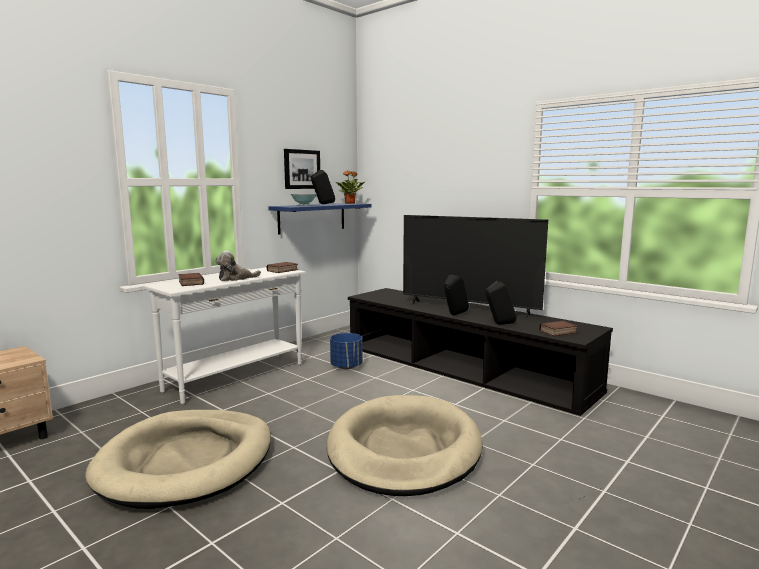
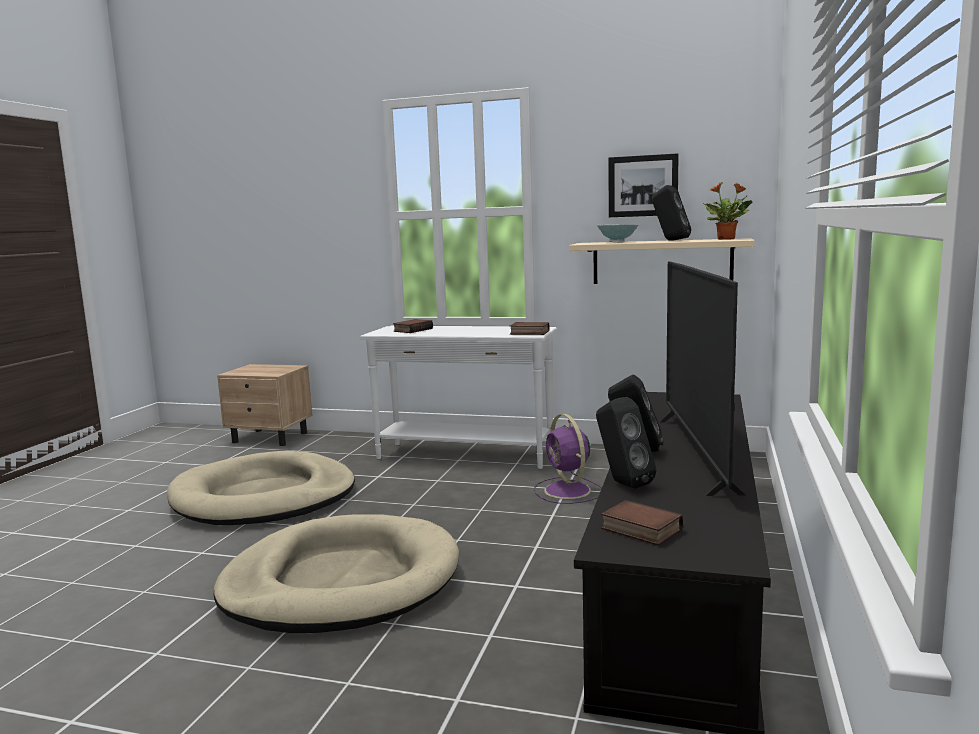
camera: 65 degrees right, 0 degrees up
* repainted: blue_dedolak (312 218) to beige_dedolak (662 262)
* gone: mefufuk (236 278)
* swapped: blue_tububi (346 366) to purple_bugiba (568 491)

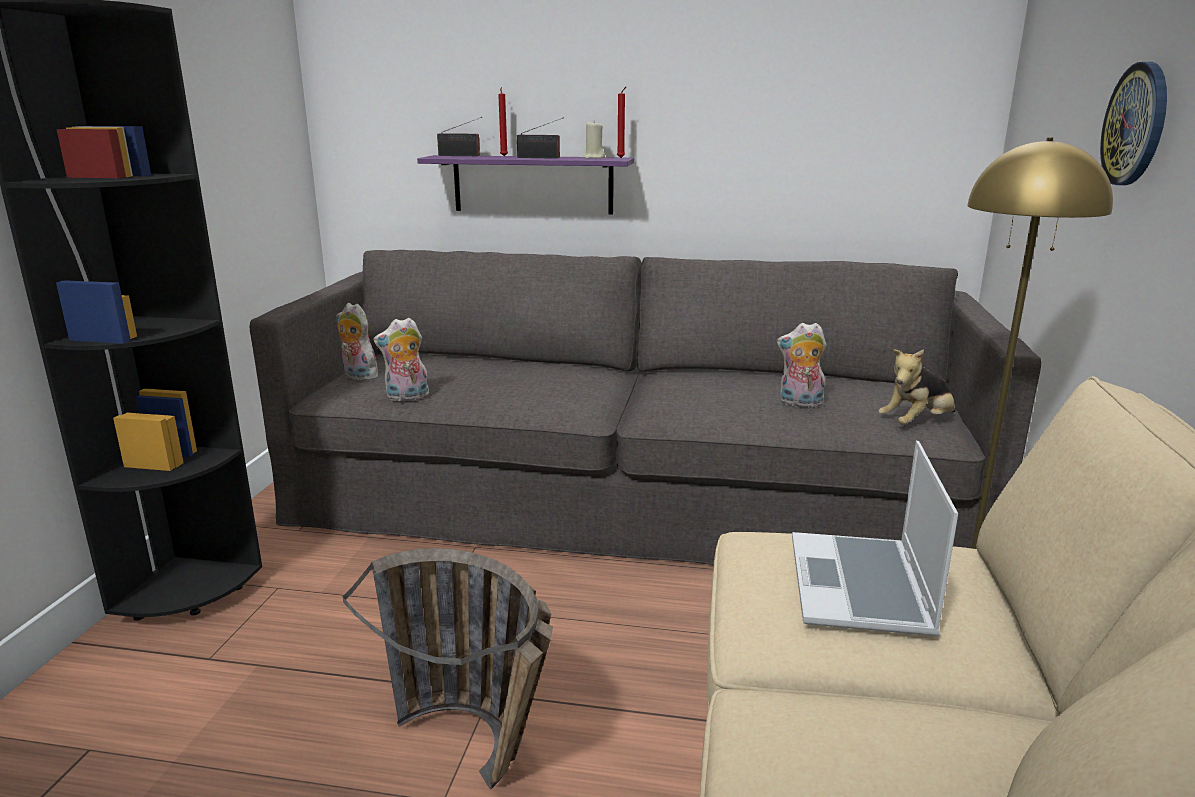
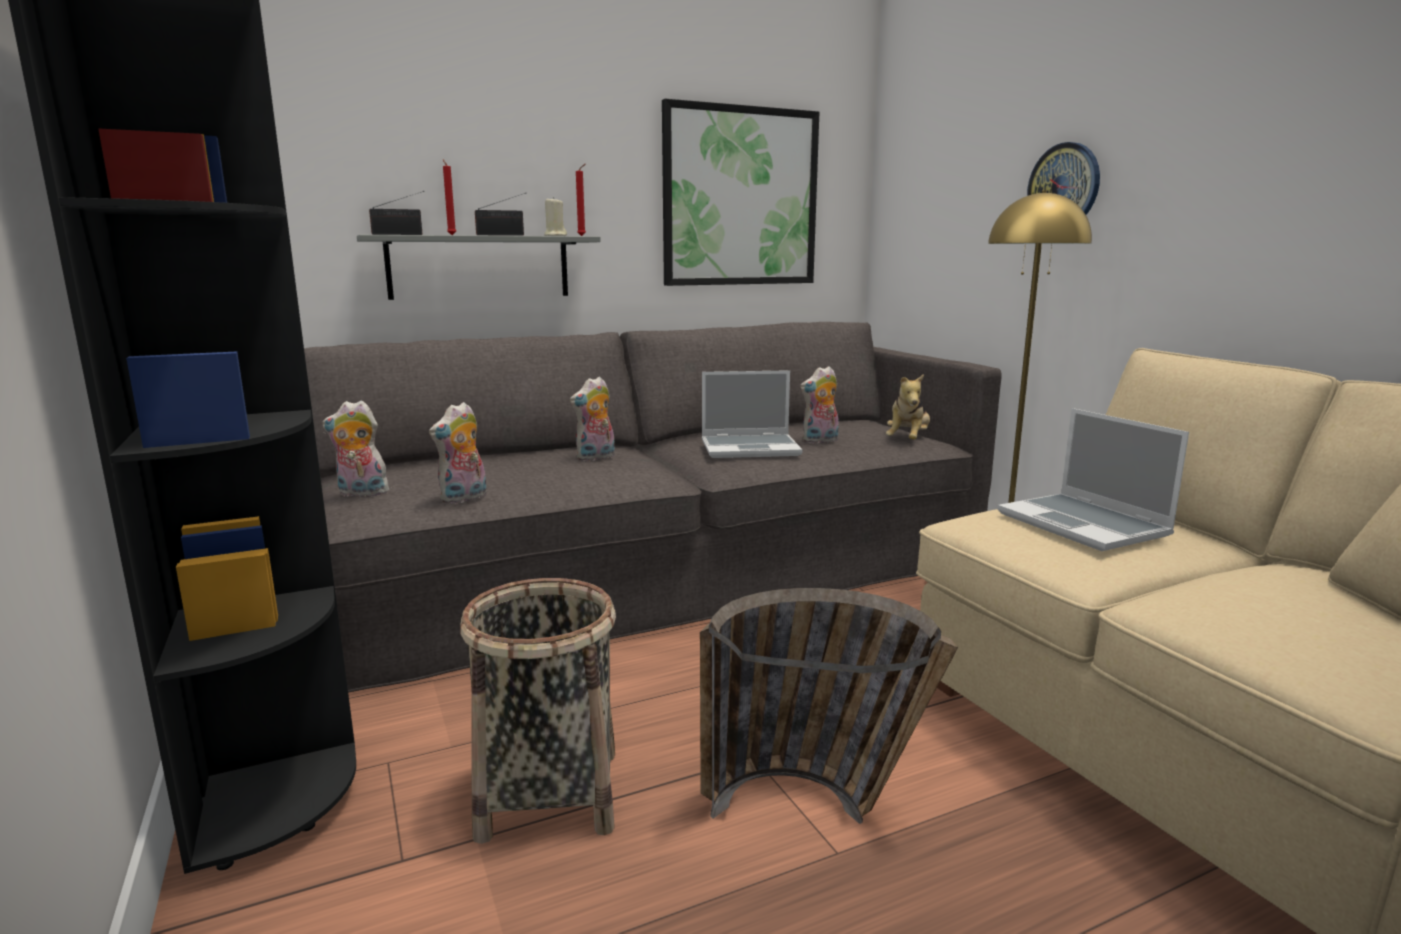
camera: 35 degrees left, 5 degrees down
* repainted: purple_dedolak (533 184) to grey_dedolak (479 267)
* new: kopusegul (740 197)
* new: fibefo (751 448)
* new: mefufuk (596 458)
* new: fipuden (548 794)

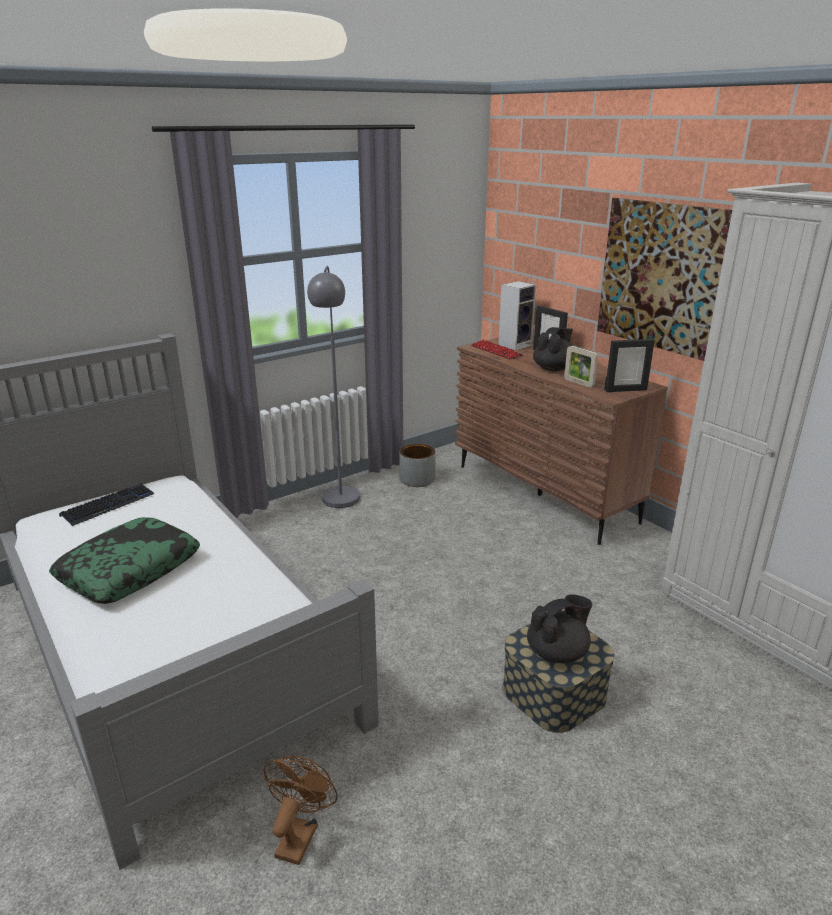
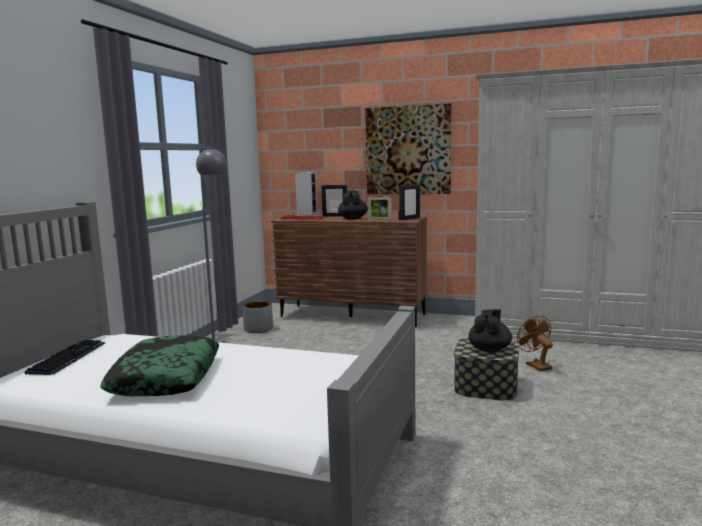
camera: 35 degrees left, 15 degrees down
* shifted: brown_bugiba (299 834) to (535 365)

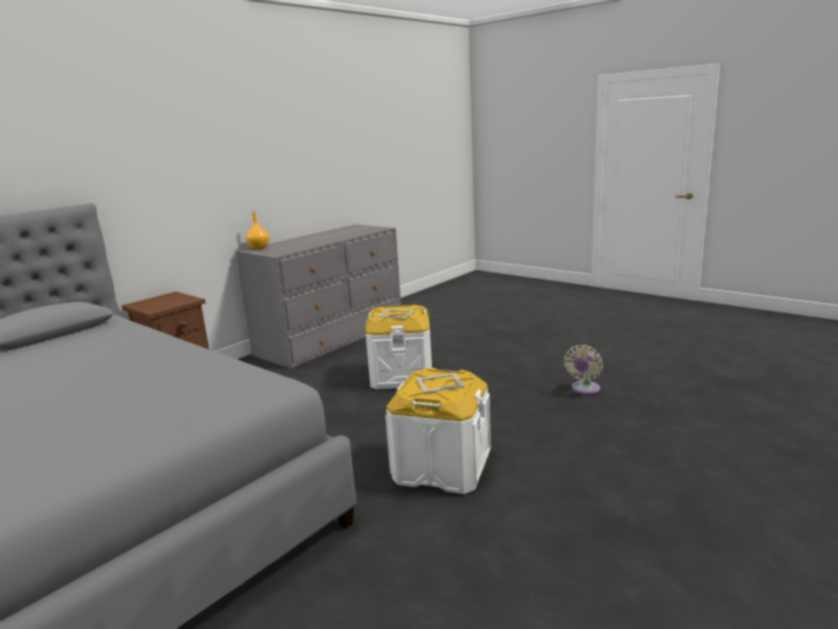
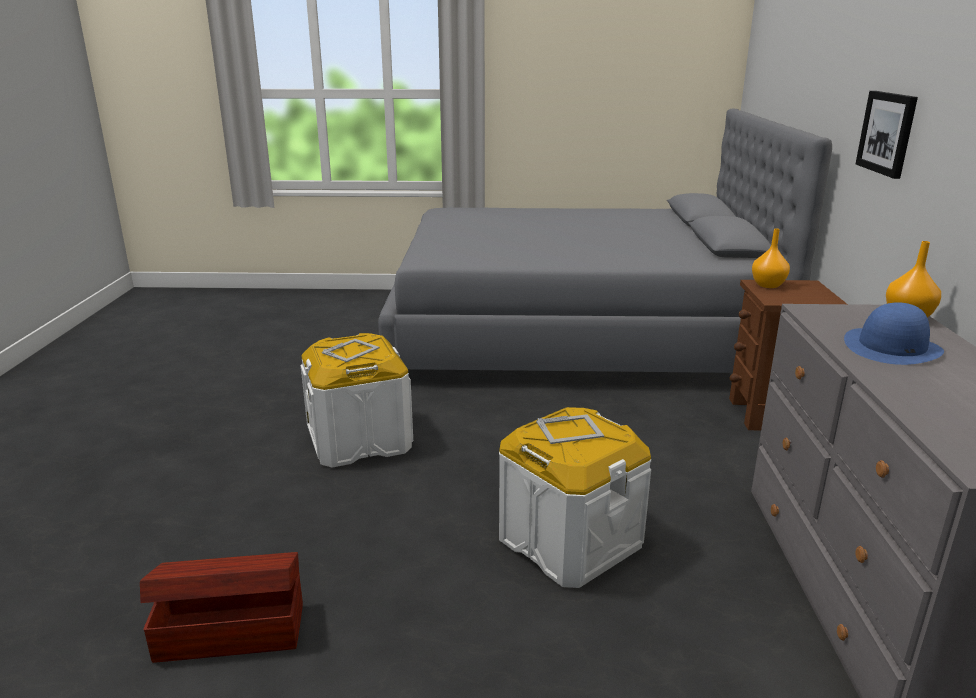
camera: 140 degrees right, 5 degrees up
* swapped: beige_bugiba (584 389) to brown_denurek (230 630)
* new: kopusegul (887 133)
* new: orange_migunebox (768 285)
* new: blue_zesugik (892 347)

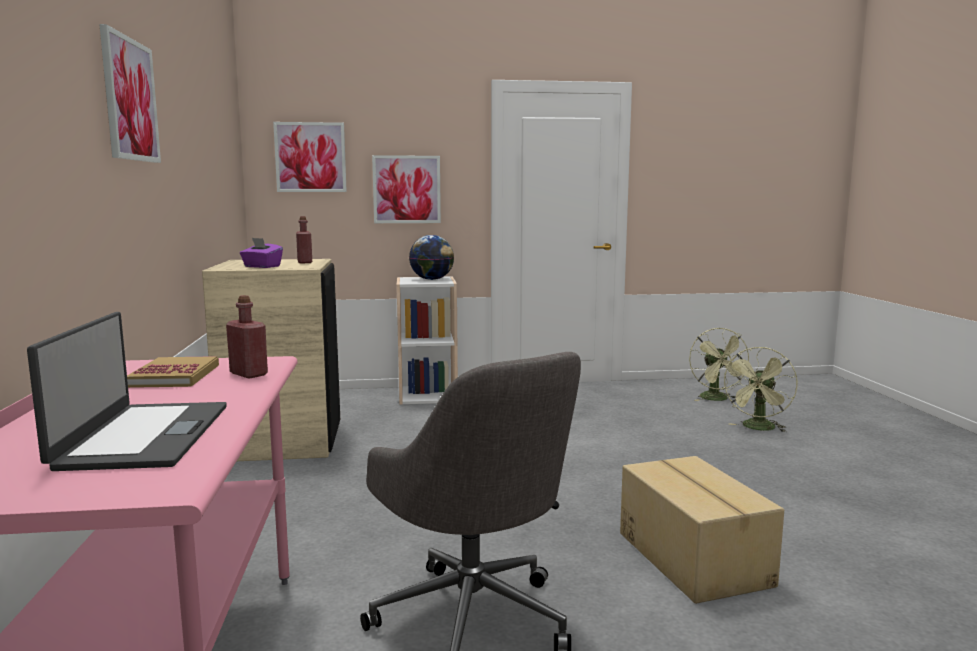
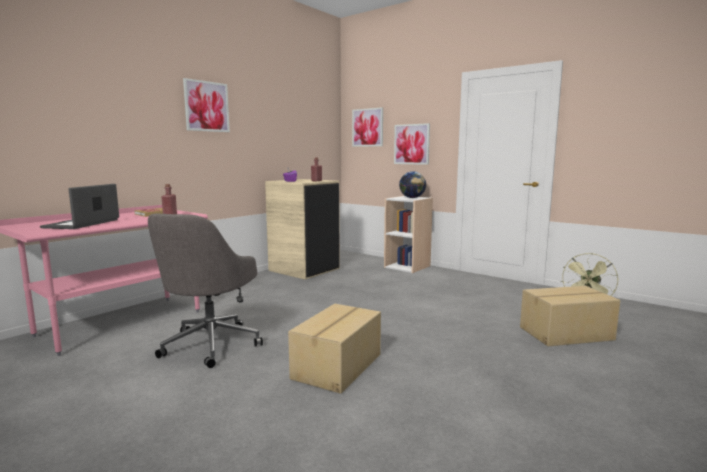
camera: 45 degrees right, 0 degrees up
* rotated: fibefo (143 436) = (83 224) 150 degrees clockwise
* swapped: green_bugiba (758 428) to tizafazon (567 334)

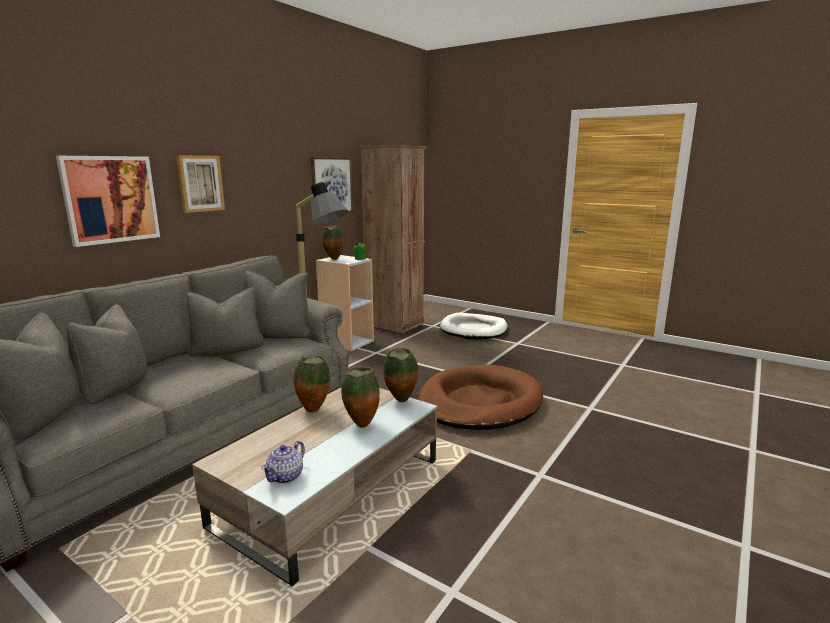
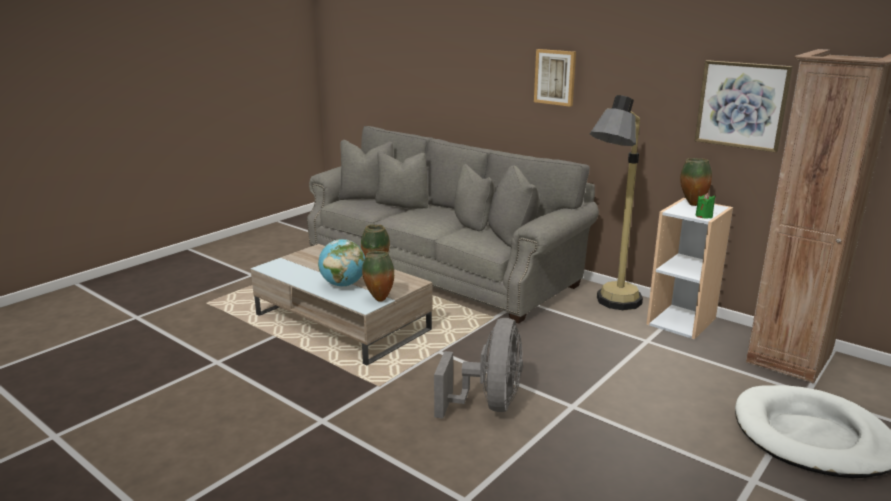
camera: 95 degrees right, 5 degrees up
* gone: kopusegul (110 199)
* swapped: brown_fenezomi (479 402) to grey_bugiba (488 404)
* swapped: migunebox (361 424) to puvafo (343 284)
* gone: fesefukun (286 476)

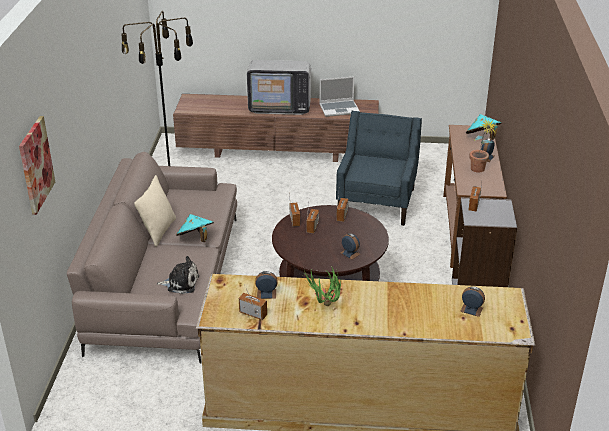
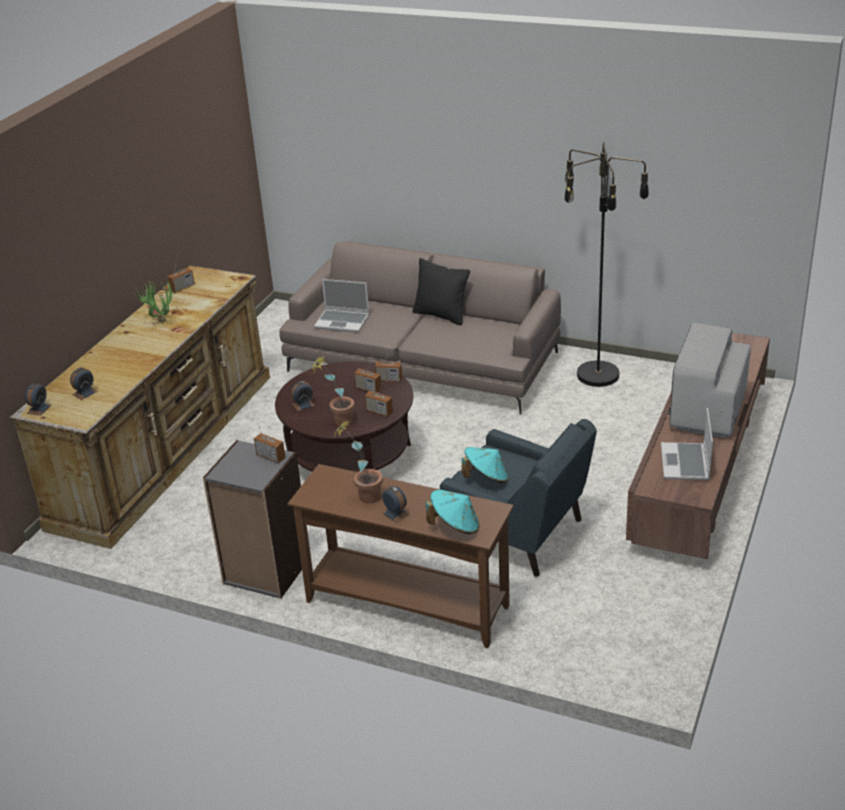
camera: 110 degrees right, 0 degrees up
* gone: kopusegul (35 164)
* repainted: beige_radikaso (158 231) to black_radikaso (441 315)
* shifted: turquoise_zesugik (195 239) to (486 478)
* swapped: mefufuk (181 283) to fibefo (343 321)
* shifted: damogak (266 293) to (39 409)
* new: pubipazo (337 422)

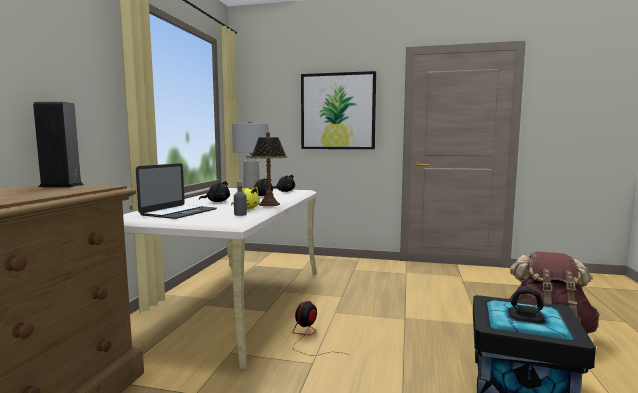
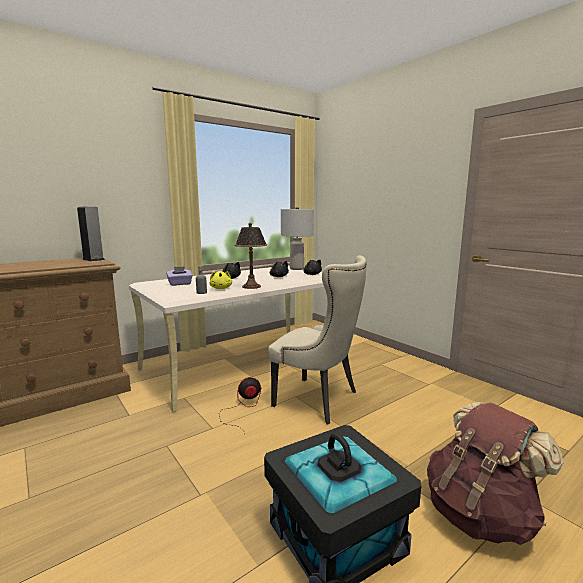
camera: 40 degrees right, 5 degrees up
* gone: kopusegul (338 111)
* swapped: fibefo (179 212) to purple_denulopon (180 284)
* new: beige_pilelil (318 400)

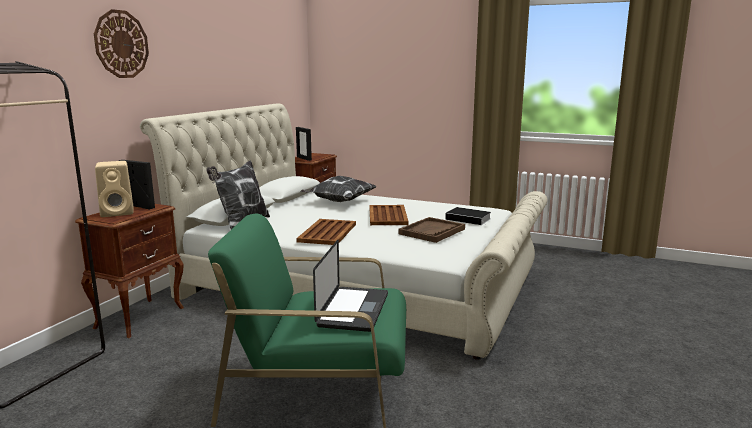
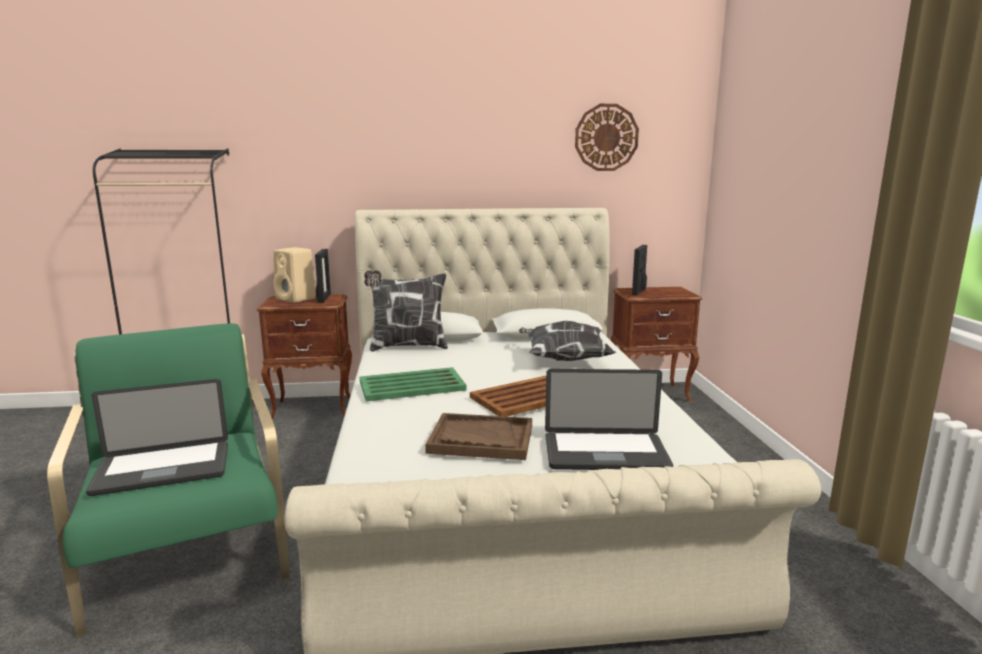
camera: 60 degrees right, 0 degrees up
* shifted: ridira (121 44) to (606 137)
* swapped: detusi (469 219) to fibefo (605 453)
* repainted: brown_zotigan (328 232) to green_zotigan (413 385)

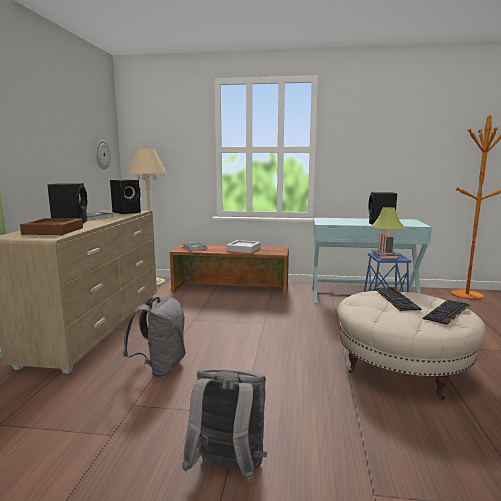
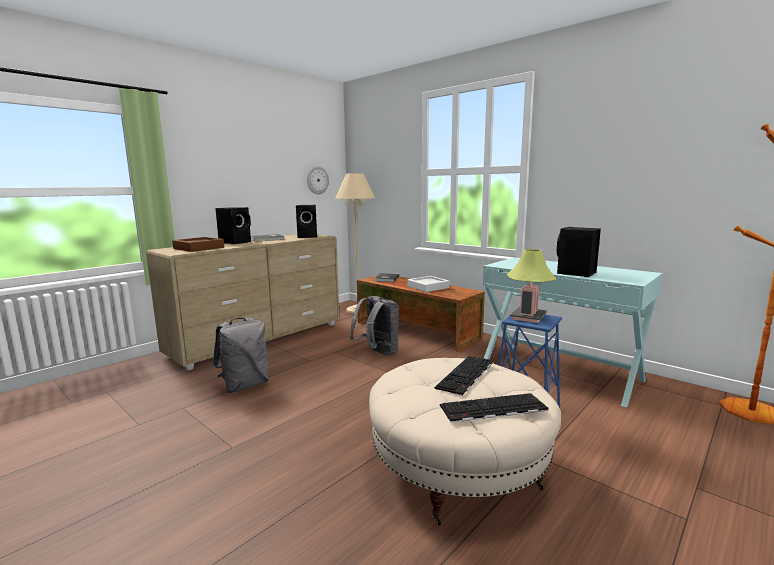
camera: 35 degrees right, 0 degrees up
* shifted: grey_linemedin (228 470) to (377 353)

